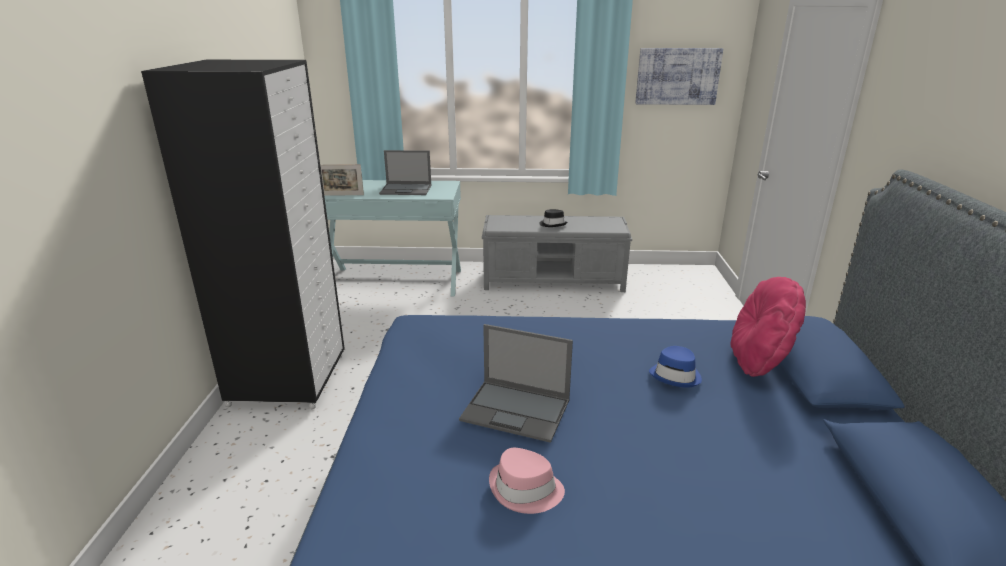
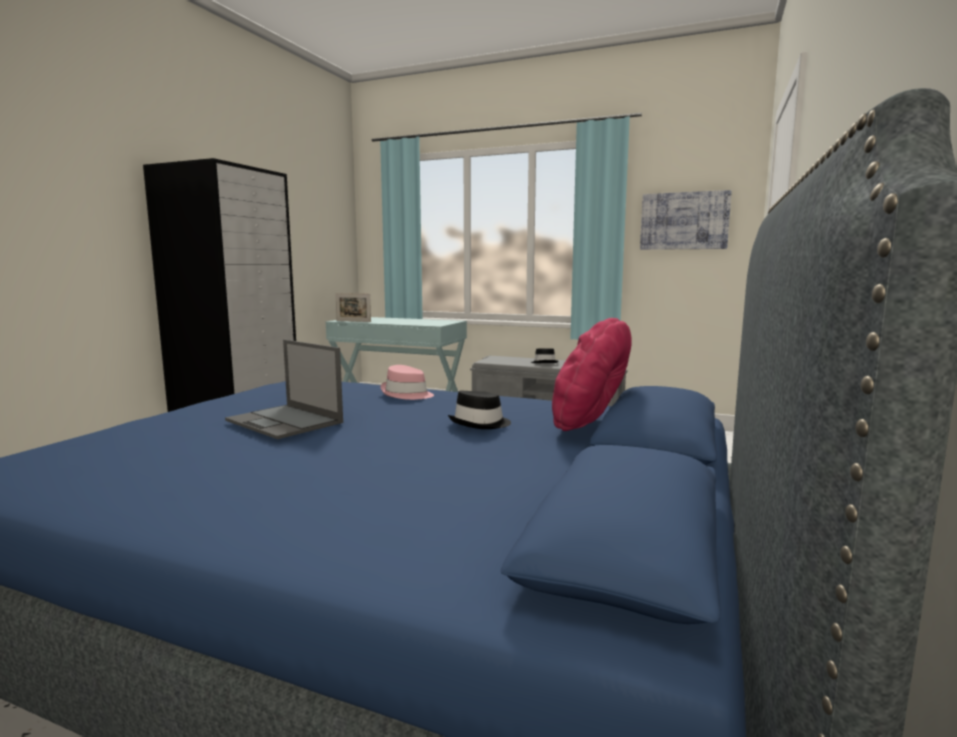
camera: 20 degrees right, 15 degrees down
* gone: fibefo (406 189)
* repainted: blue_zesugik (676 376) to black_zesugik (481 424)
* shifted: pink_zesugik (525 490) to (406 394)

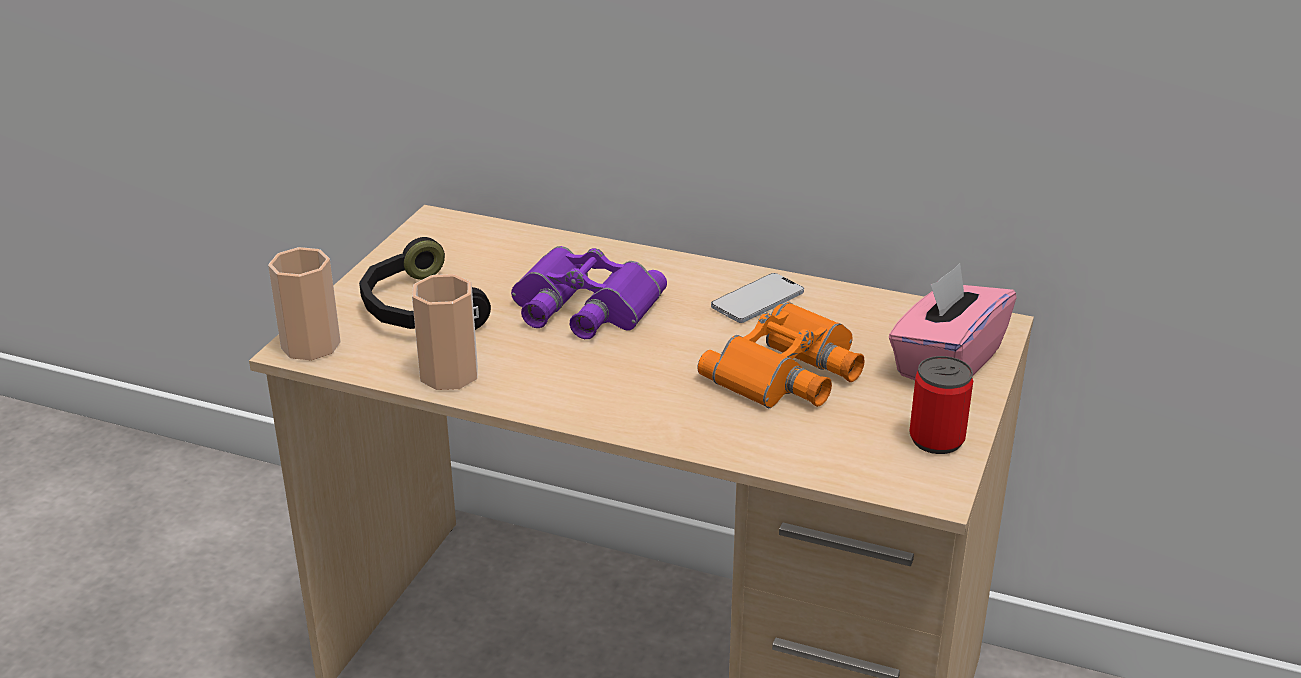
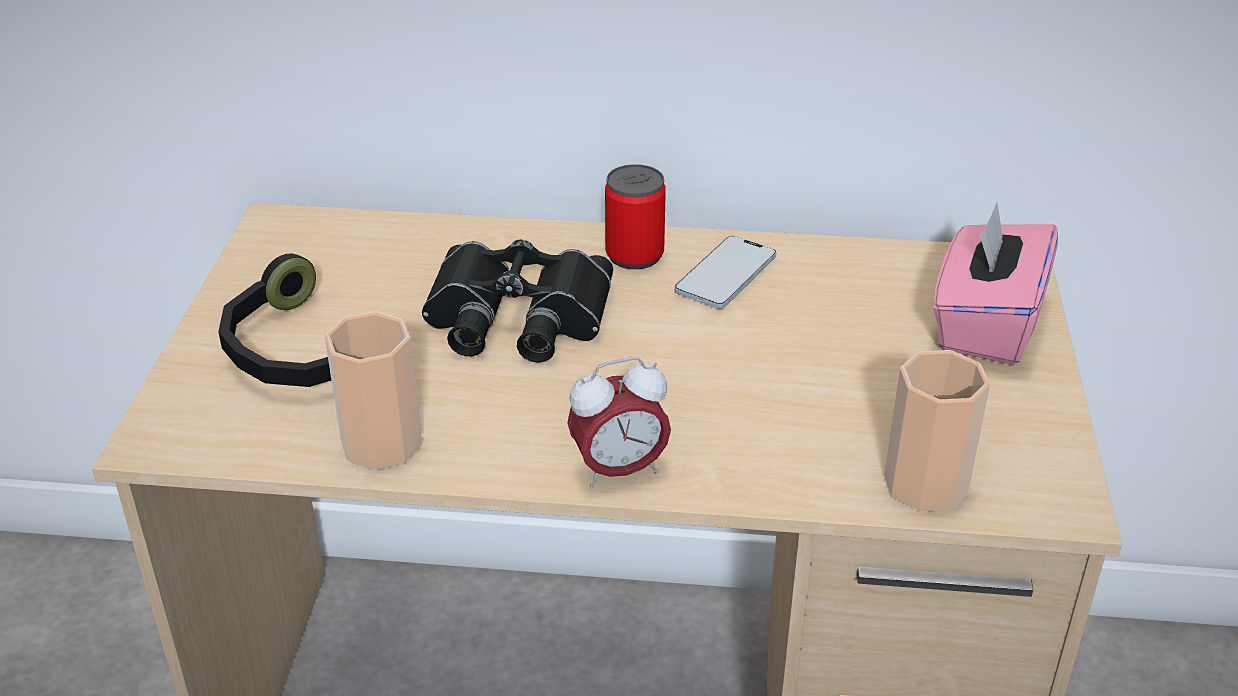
camera: 15 degrees left, 5 degrees up
* repainted: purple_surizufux (582 307) to black_surizufux (515 317)
* shifted: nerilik (311 345) to (925 484)
* gone: orange_surizufux (789 372)
* shifted: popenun (936 439) to (634 255)
* new: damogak (619 470)

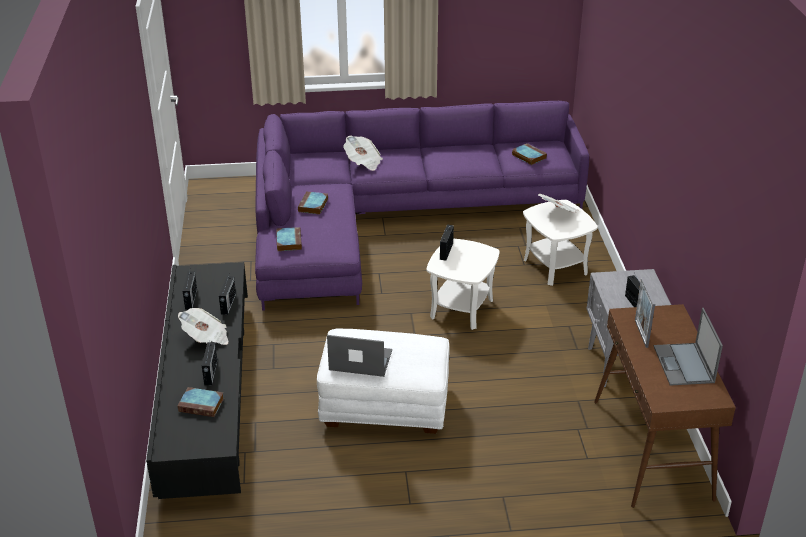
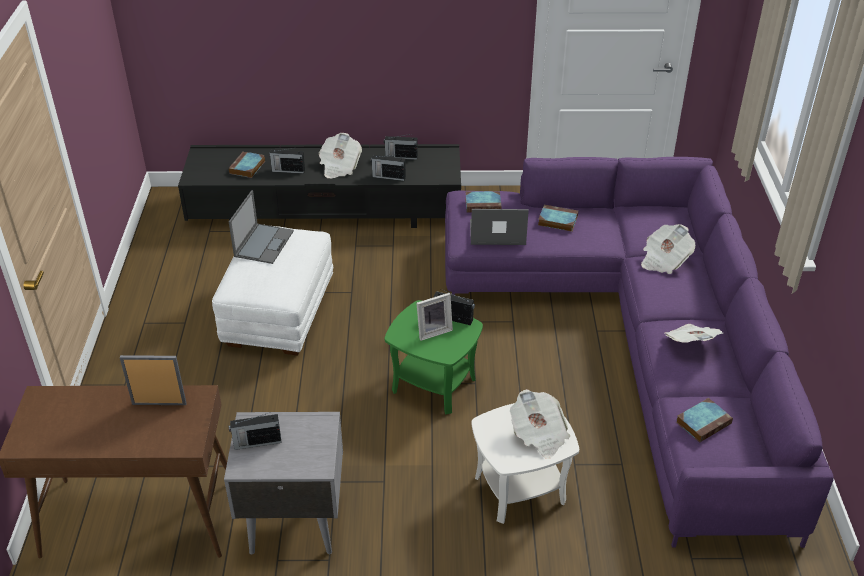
camera: 95 degrees right, 5 degrees up
* repainted: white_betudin (461 309) to green_betudin (433 385)
* shifted: fibefo (684 365) to (496 233)
* new: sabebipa (433 331)
* new: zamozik (690 344)

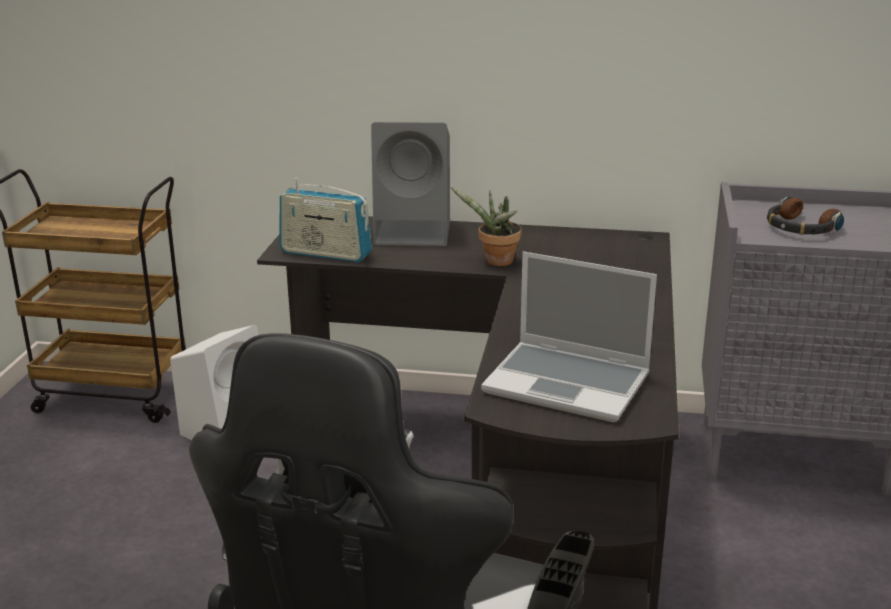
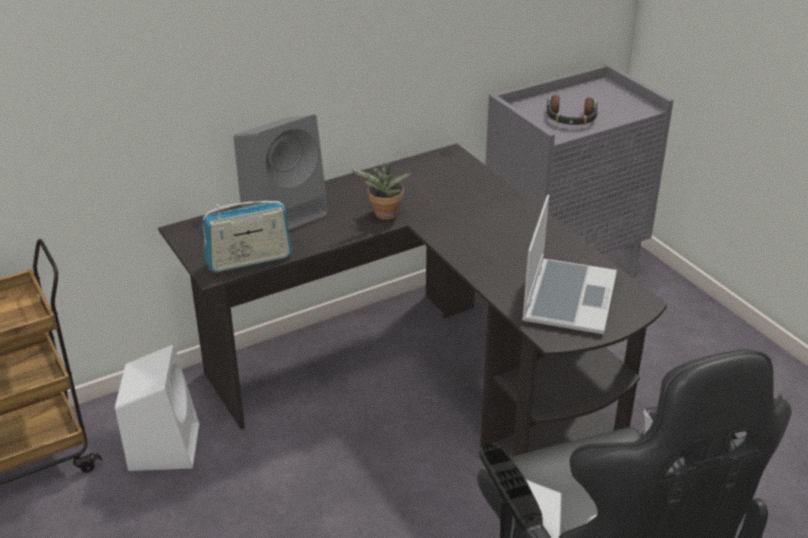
camera: 40 degrees left, 10 degrees up
* rotated: fibefo (569 383) = (568 297) 60 degrees counterclockwise

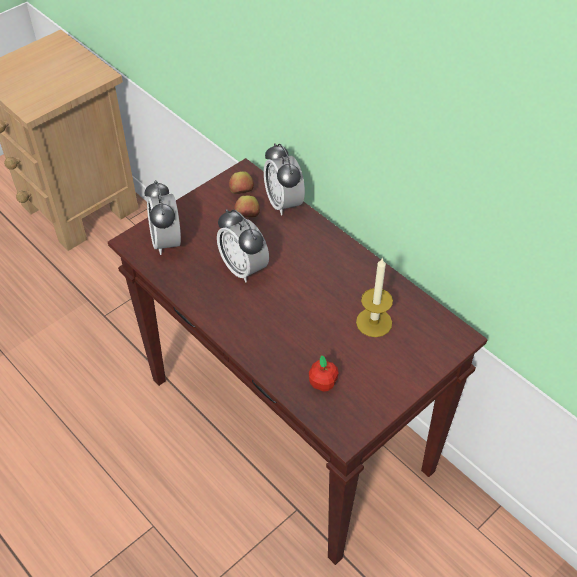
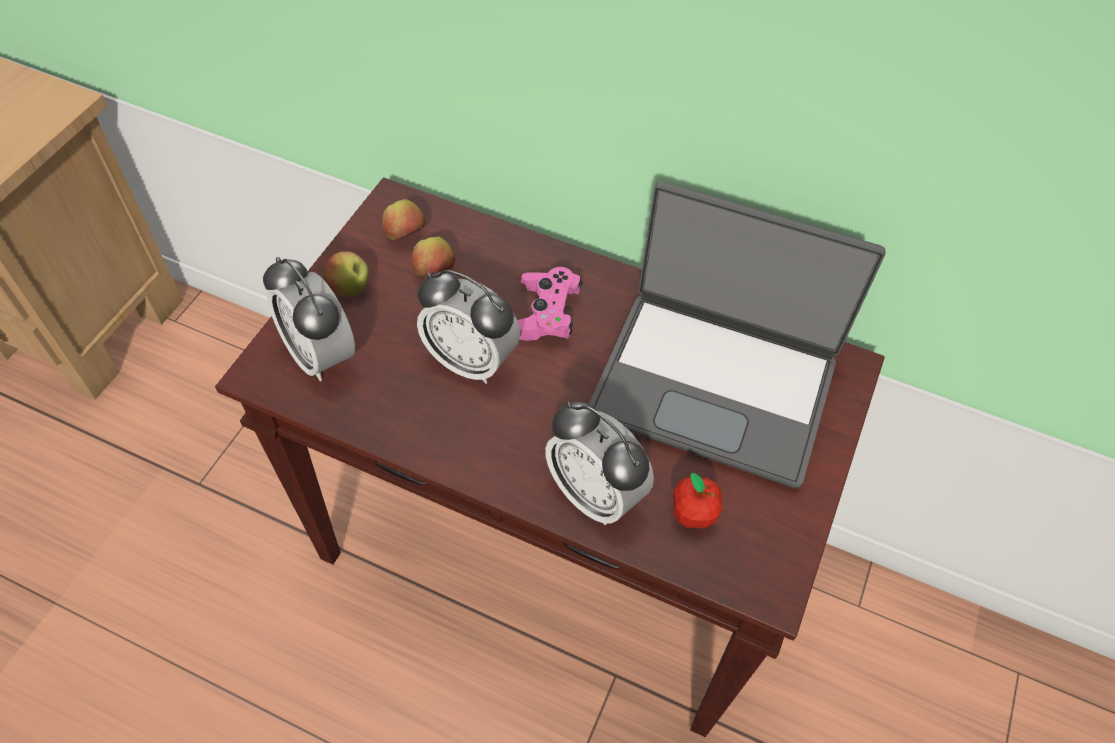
camera: 25 degrees left, 5 degrees up
* shifted: damogak (284 203) to (595 494)
* swapped: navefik (374 322) to fibefo (715 384)
* new: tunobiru (350 289)
* new: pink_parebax (545 315)

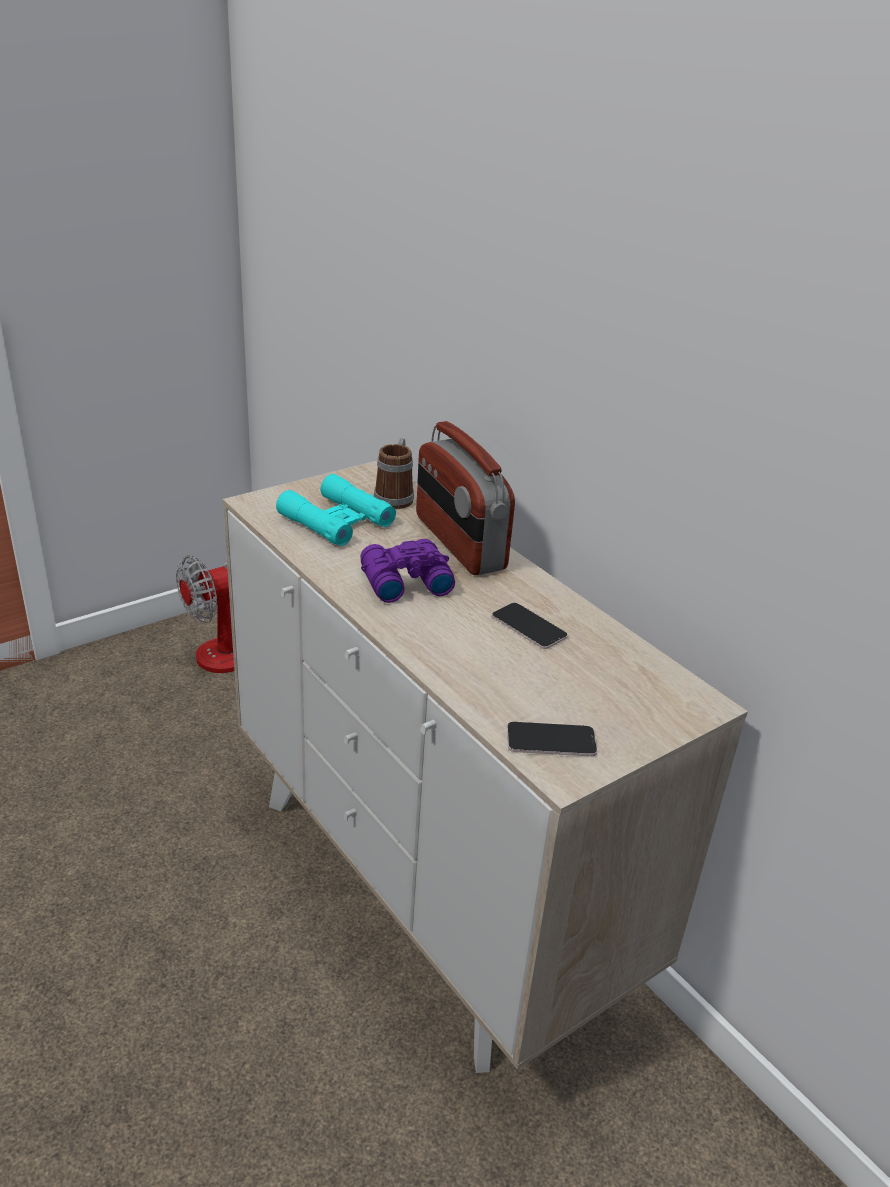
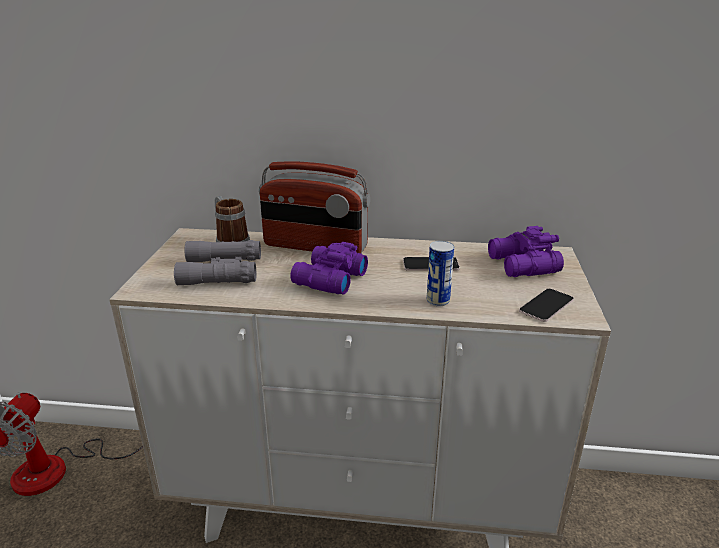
camera: 45 degrees left, 5 degrees down
* repainted: turquoise_surizufux (336 521) to grey_surizufux (221 271)
* new: purple_surizufux (522 266)
* new: popenun (438 301)

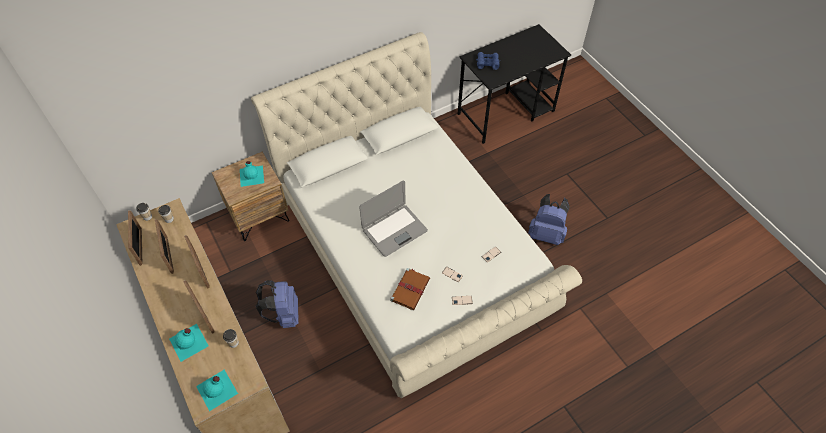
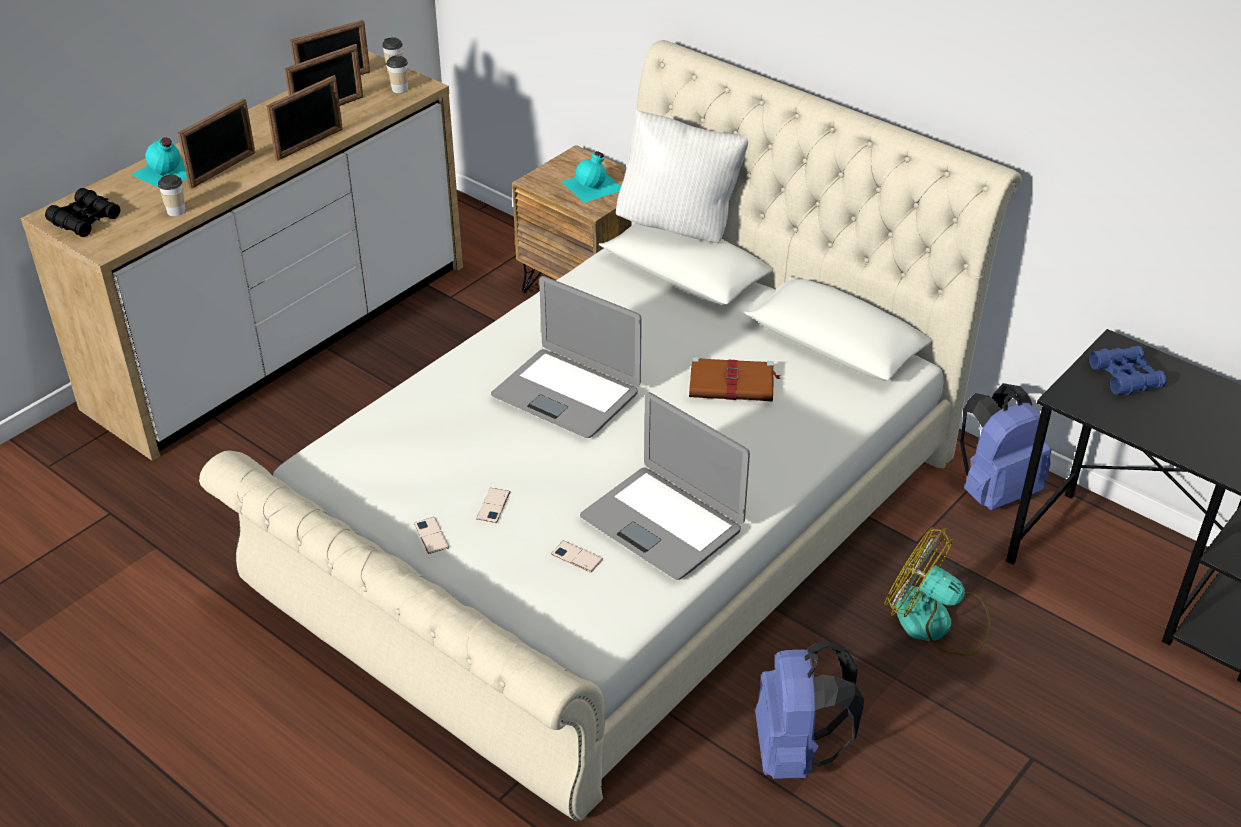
camera: 70 degrees right, 15 degrees down
* shifted: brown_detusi (410 289) to (733 383)
* shifted: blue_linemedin (284 315) to (995 490)
* swapped: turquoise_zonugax (217 390) to black_surizufux (85 220)
* new: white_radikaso (679 227)
* new: fibefo (662 523)
* new: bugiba (936 622)

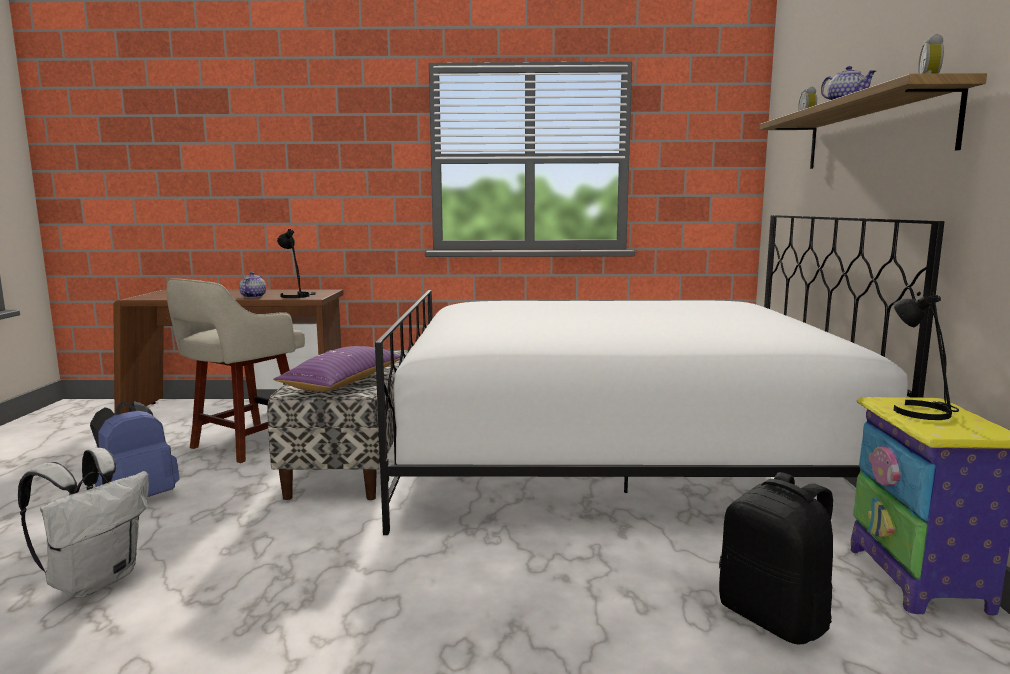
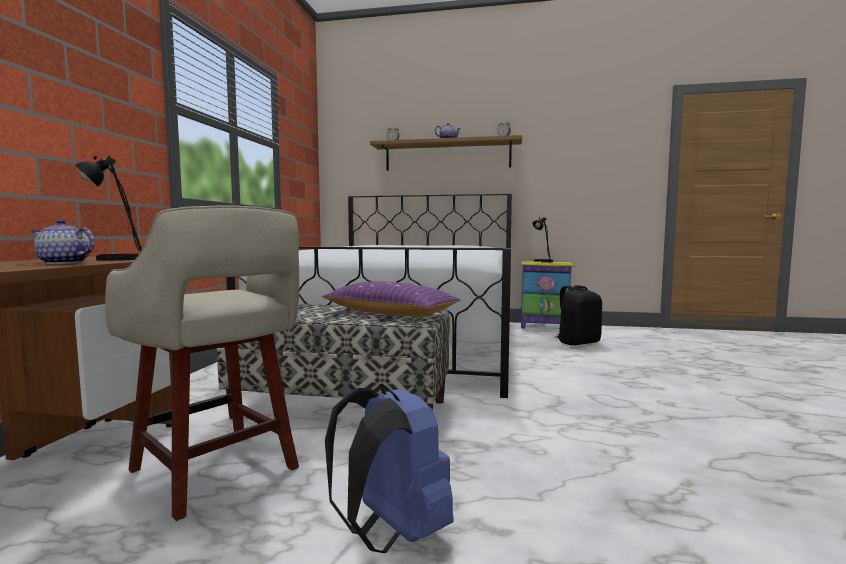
camera: 80 degrees left, 5 degrees down
* gone: white_linemedin (95 580)

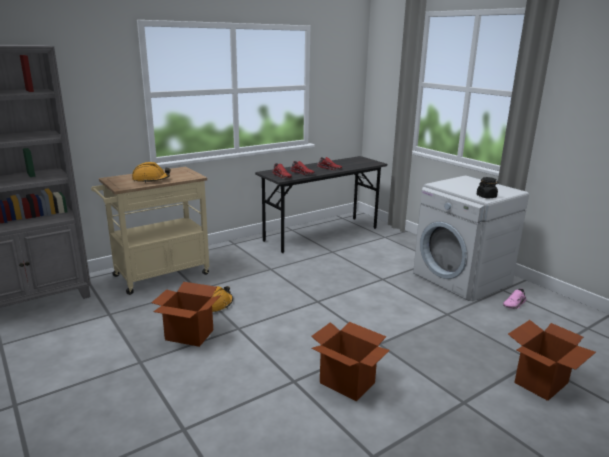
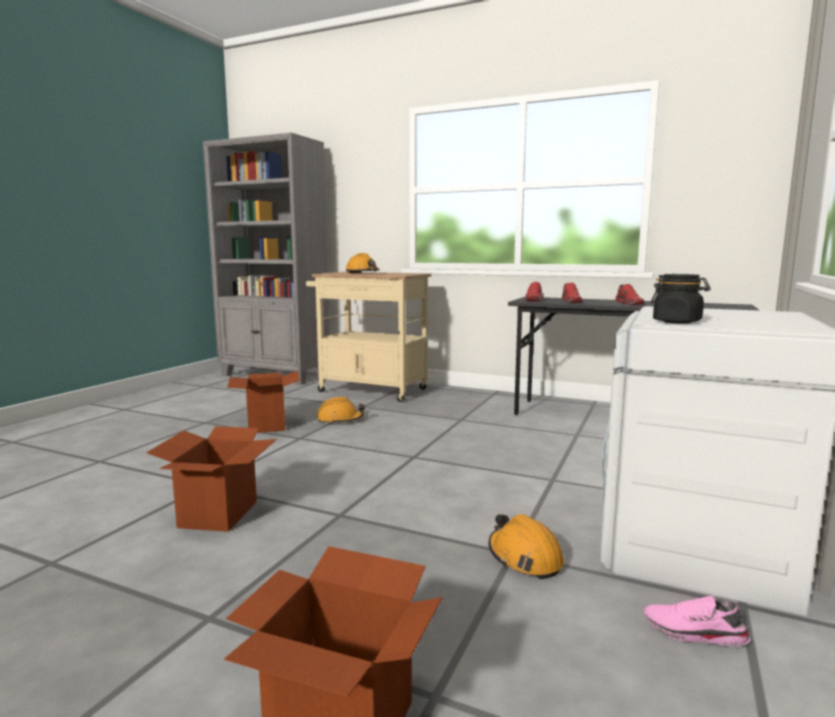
camera: 60 degrees right, 10 degrees down
* new: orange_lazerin (524 558)

